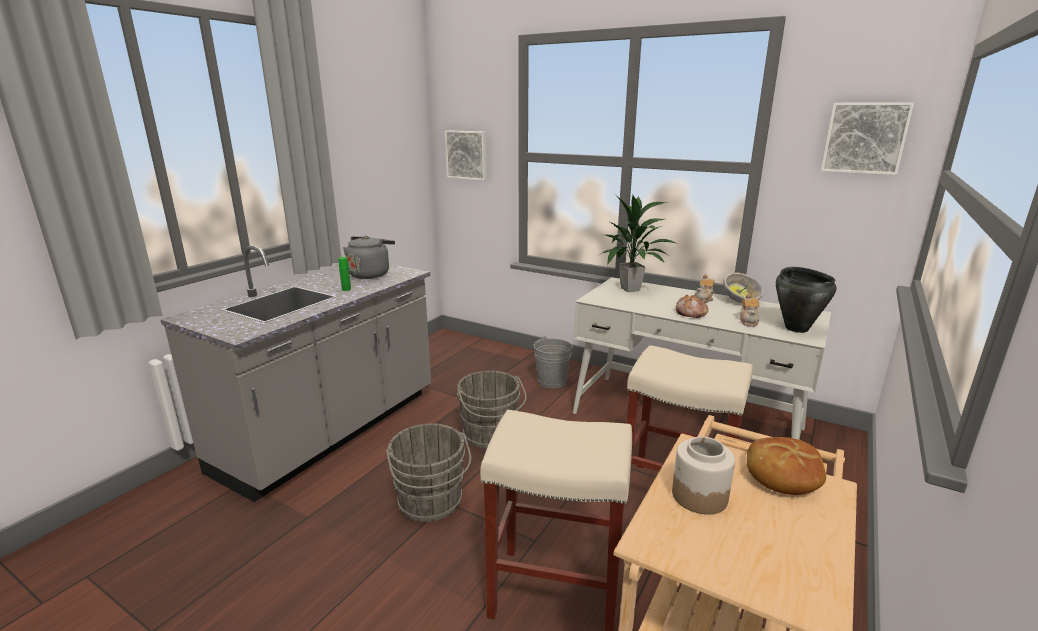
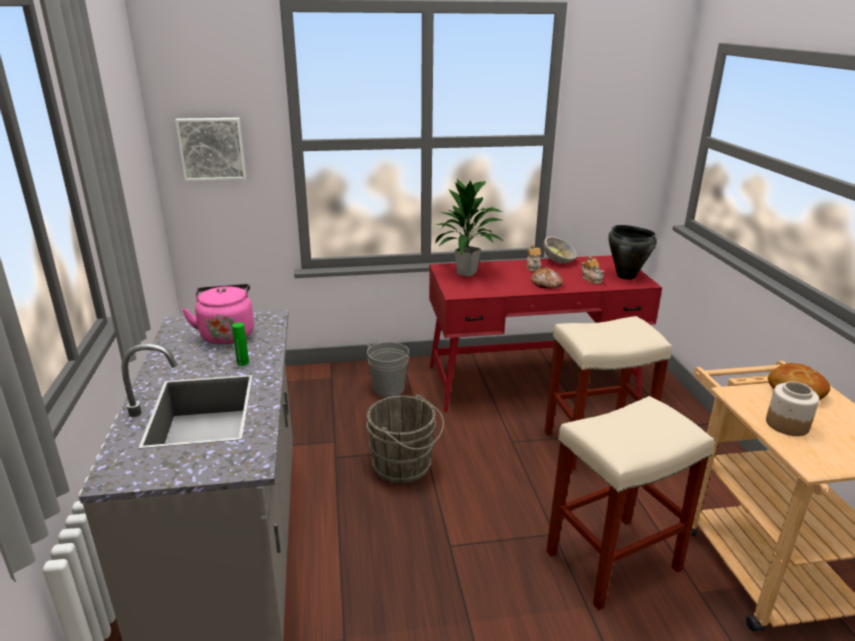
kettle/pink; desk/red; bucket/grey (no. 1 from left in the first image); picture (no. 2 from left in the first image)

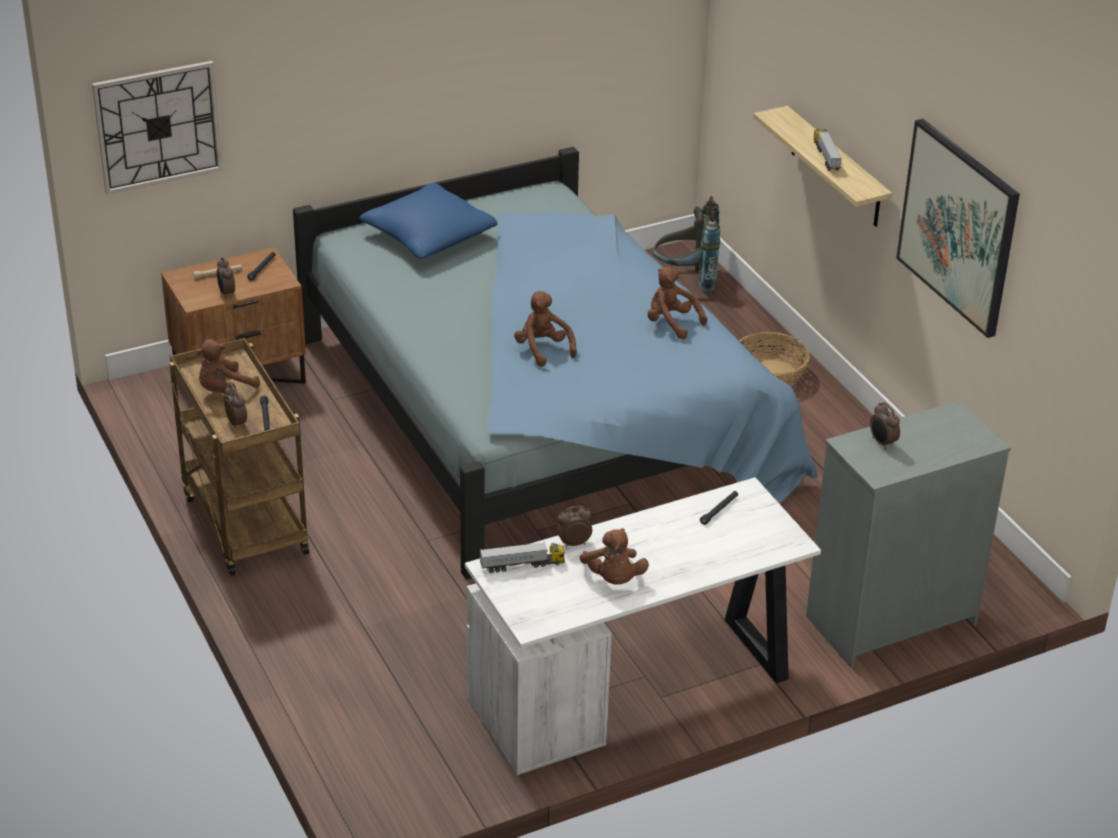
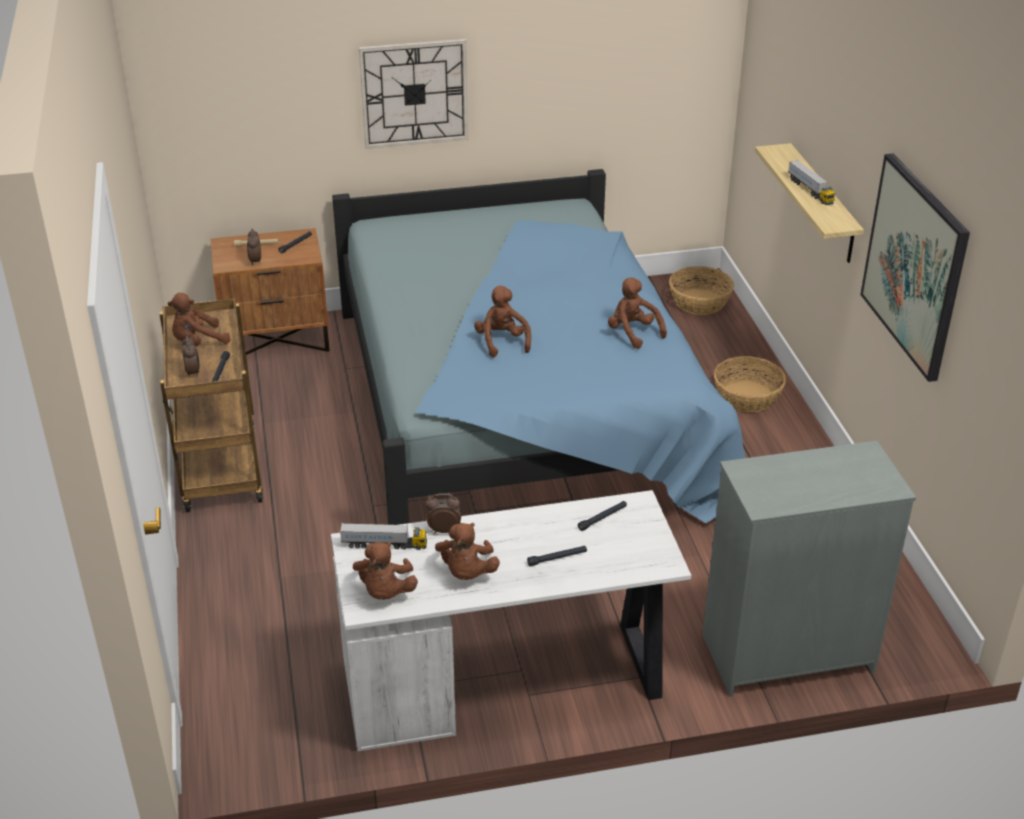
plush toy/brown (no. 2 from left); wall clock; flashlight/black (no. 3 from left); basket (no. 1 from left); toy truck (no. 2 from left); pillow/blue; alarm clock (no. 4 from left in the first image)

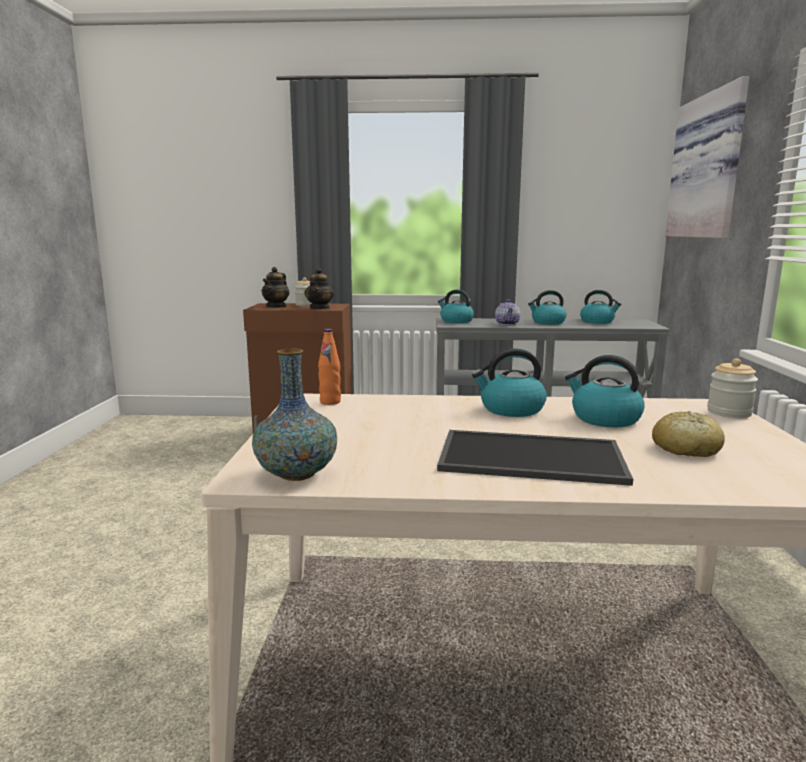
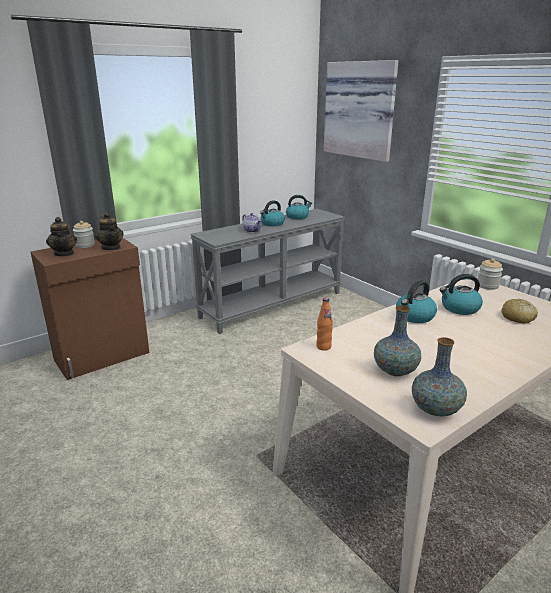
vase (no. 1 from left); tray; kettle (no. 1 from left in the first image)

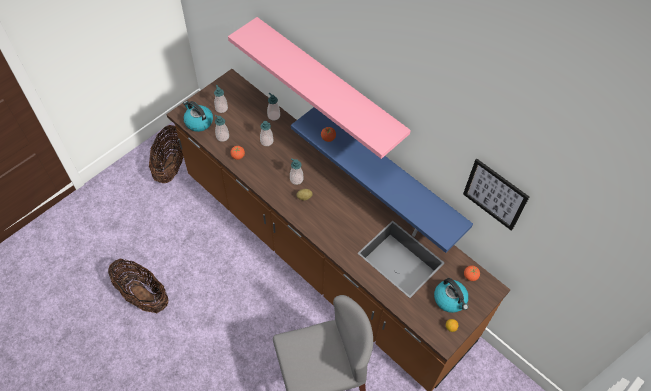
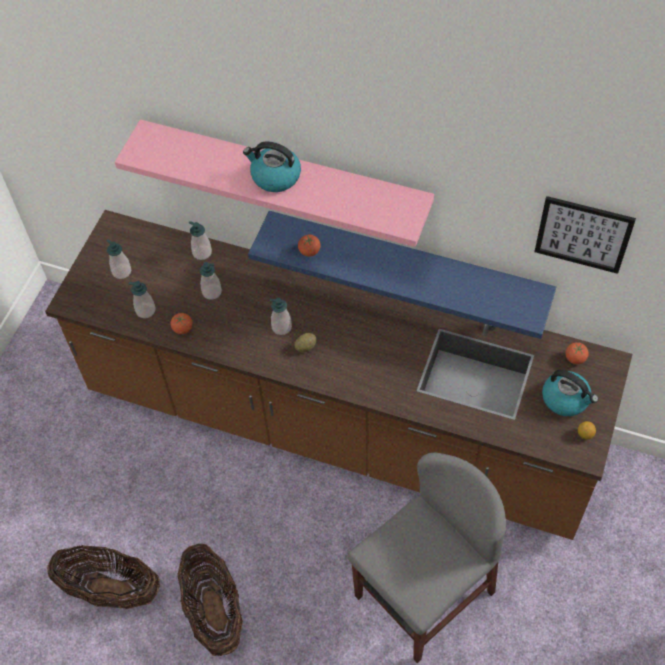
basket (no. 2 from left); kettle (no. 1 from left)

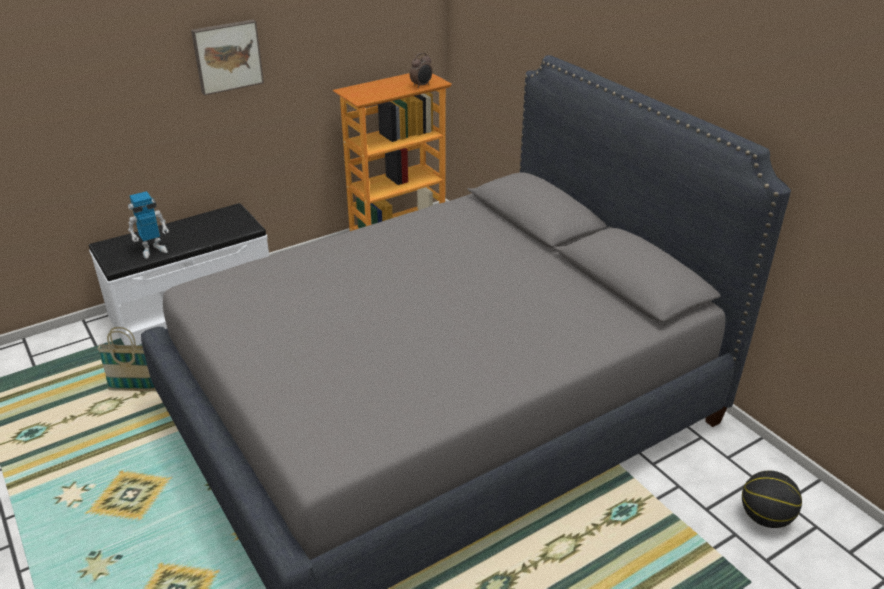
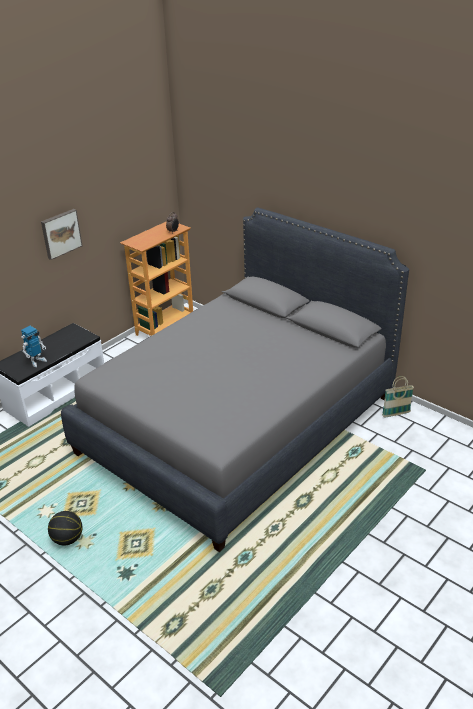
basketball; basket

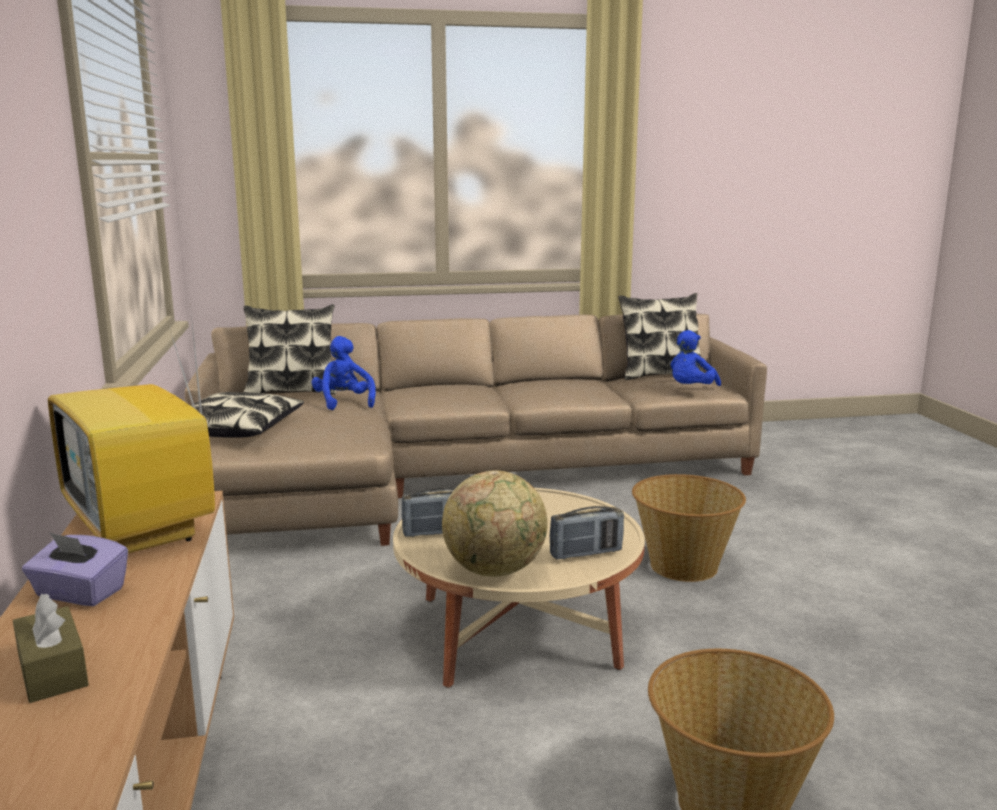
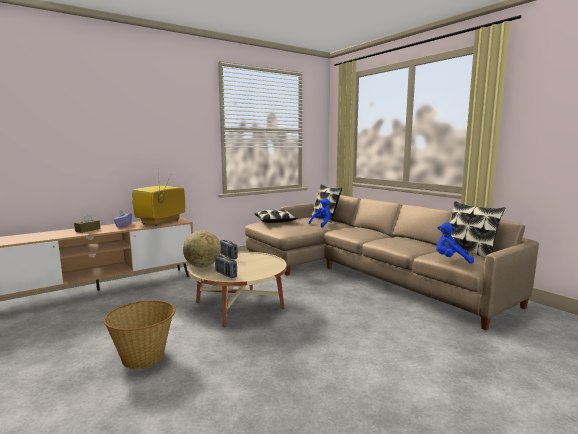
basket (no. 1 from left in the first image)

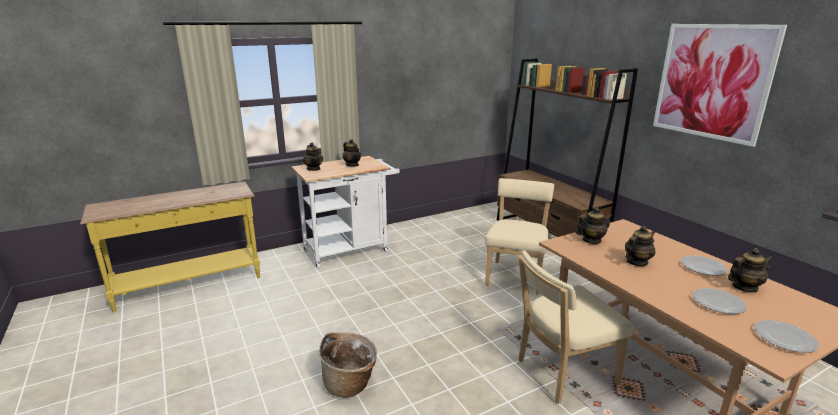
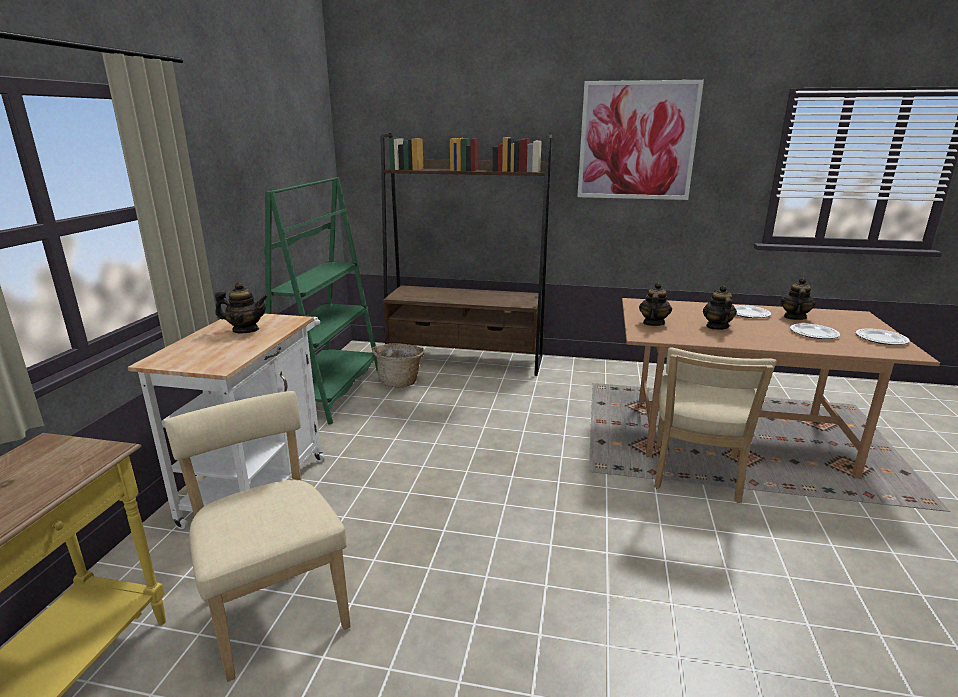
chair/beige (no. 1 from left); bookcase/green; basket; teapot (no. 1 from left in the first image)

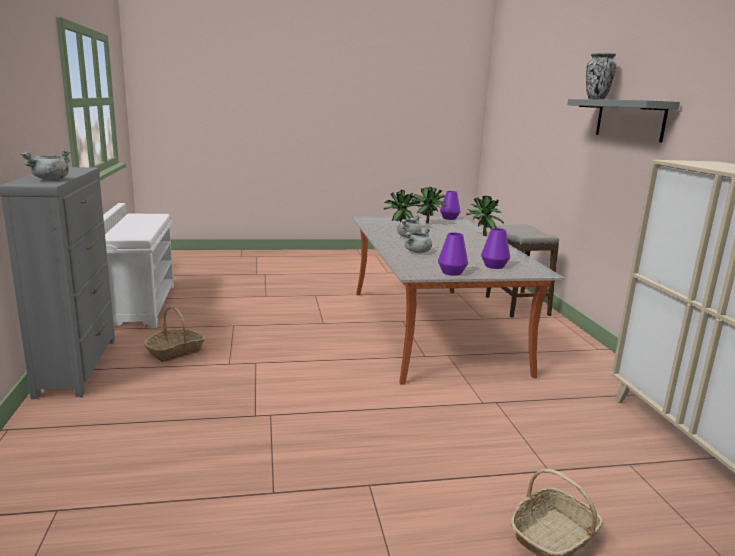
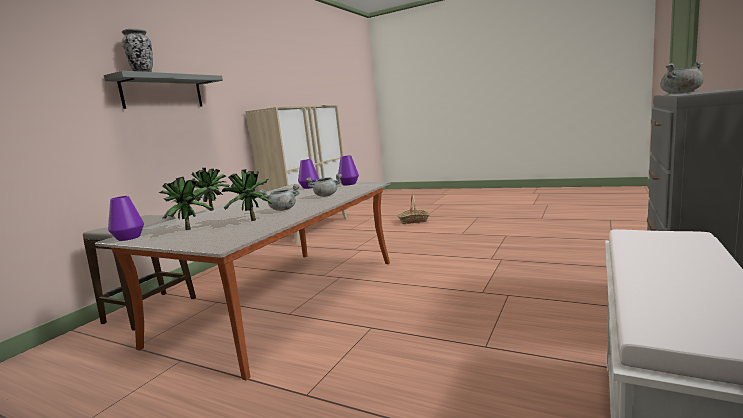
basket (no. 1 from left in the first image)

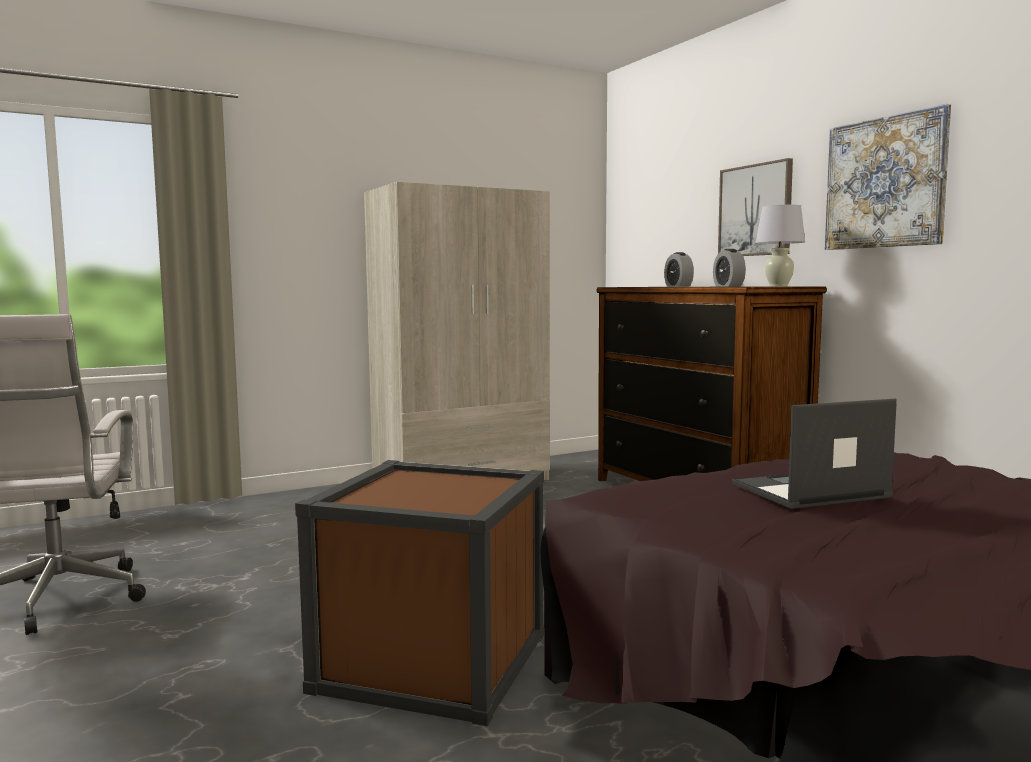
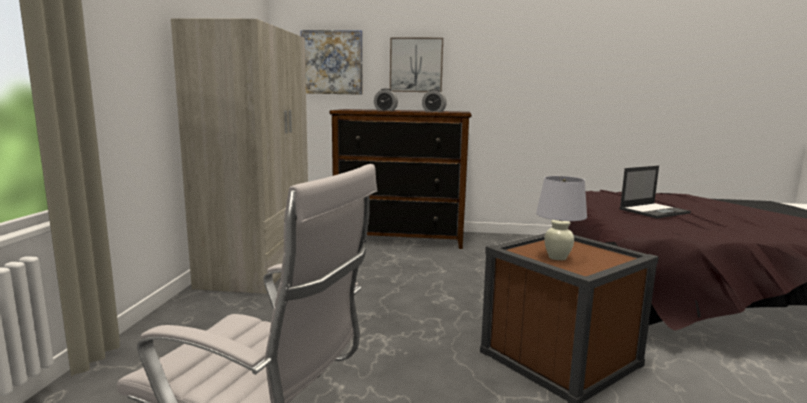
picture (no. 1 from left); table lamp/white; laptop

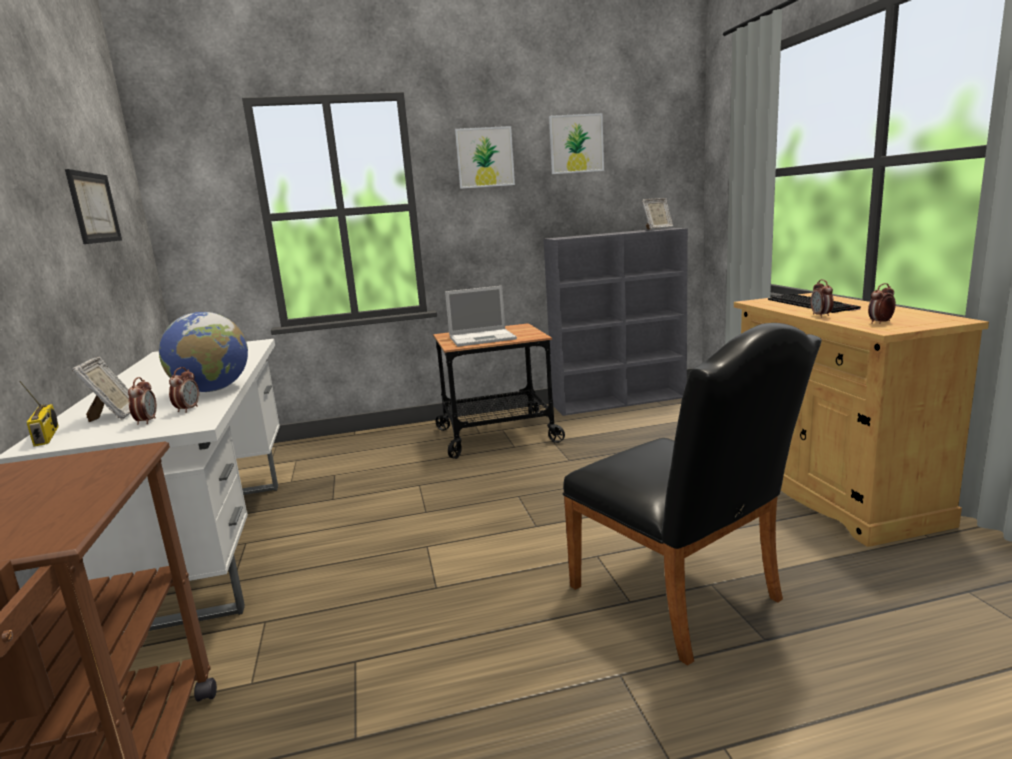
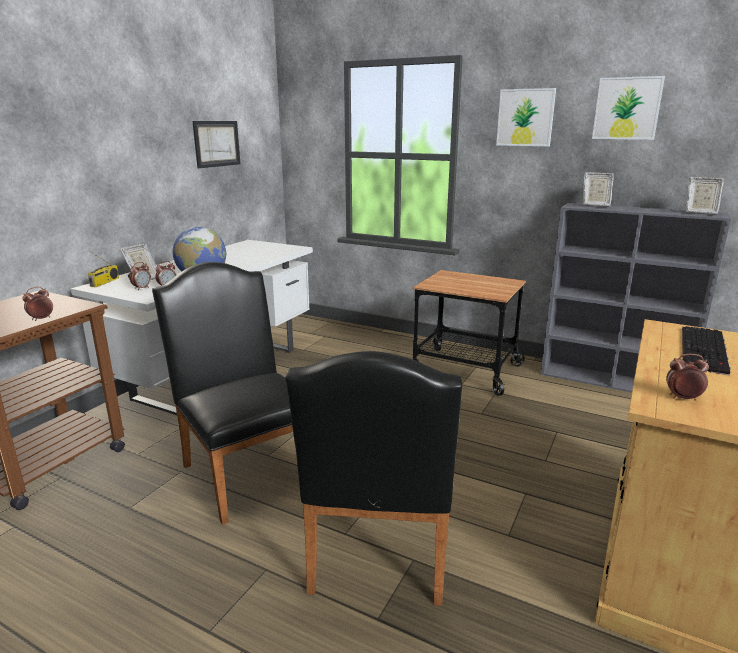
alarm clock (no. 1 from left); chair/black (no. 1 from left); picture frame (no. 2 from left); laptop

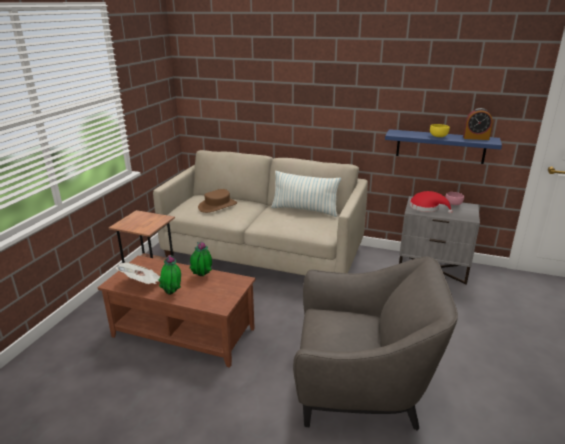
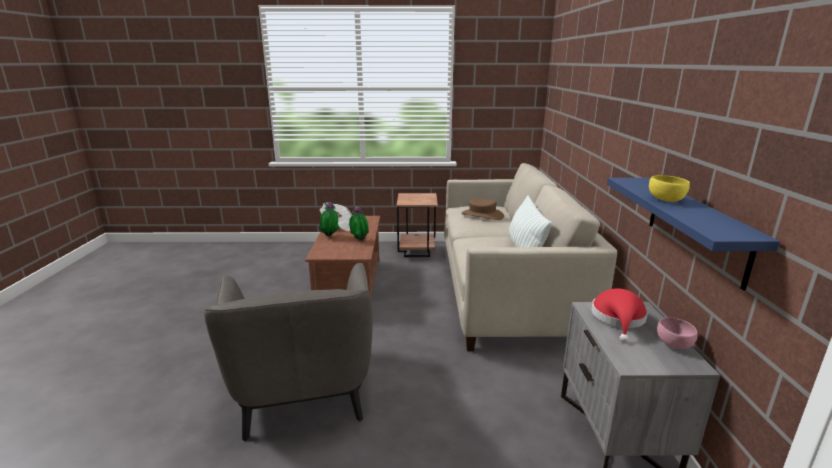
alarm clock

